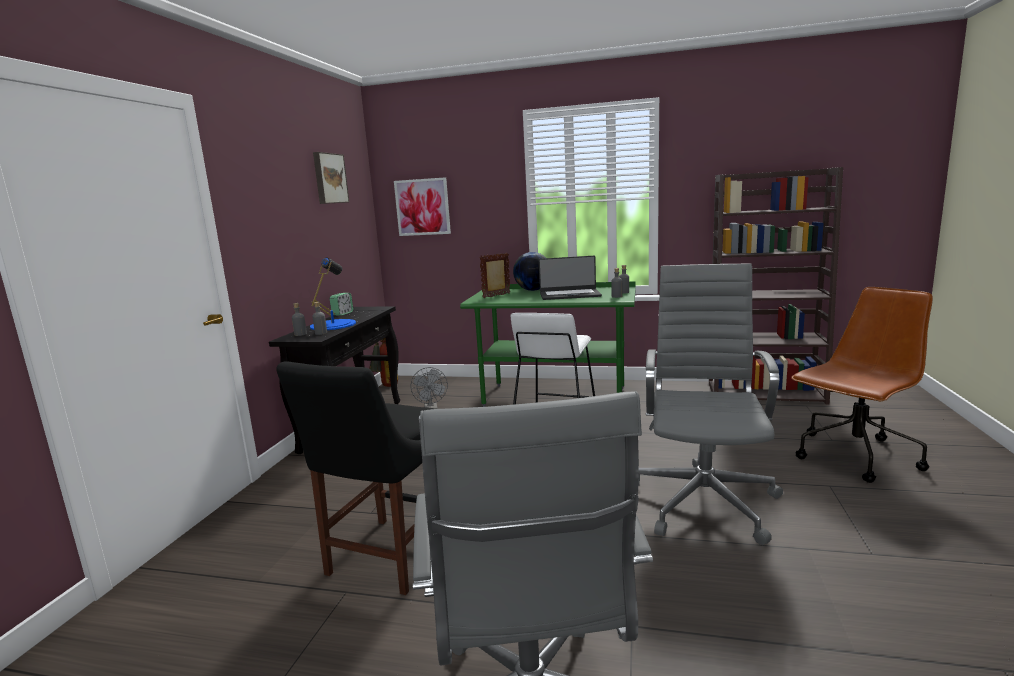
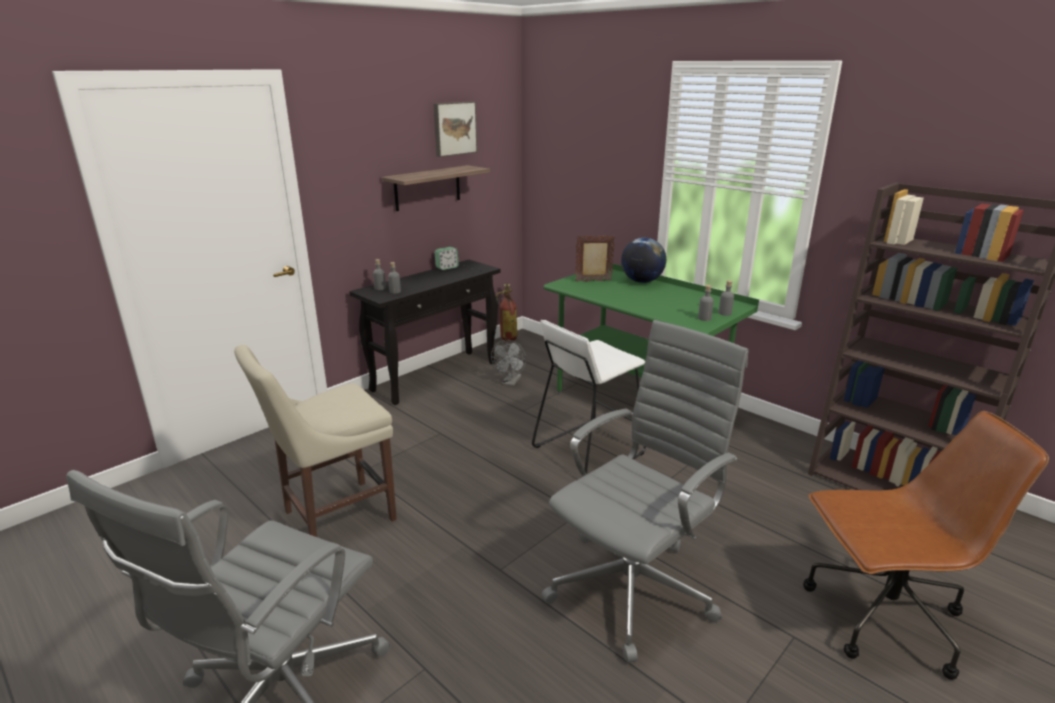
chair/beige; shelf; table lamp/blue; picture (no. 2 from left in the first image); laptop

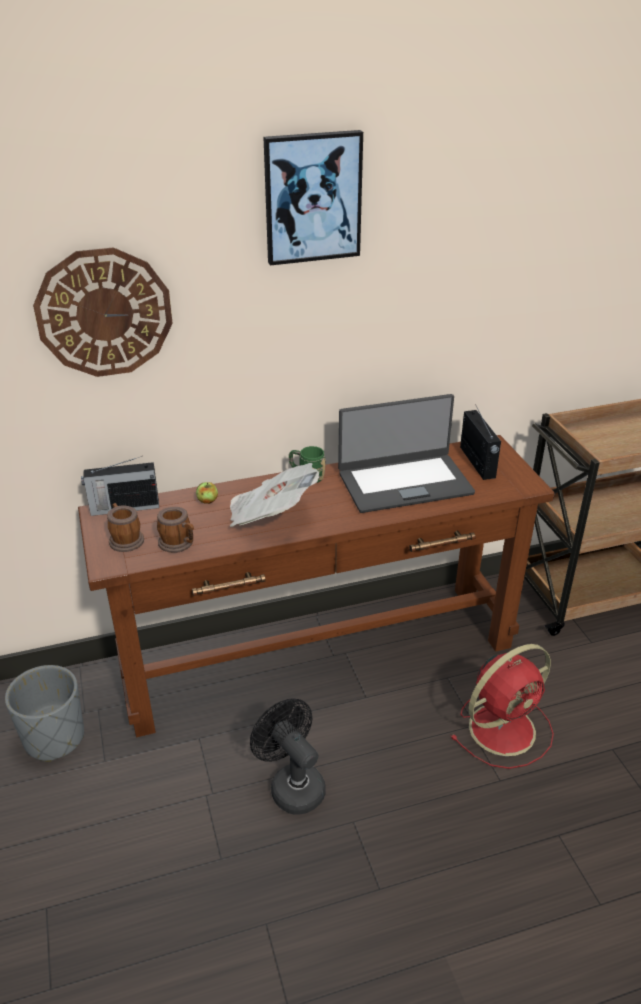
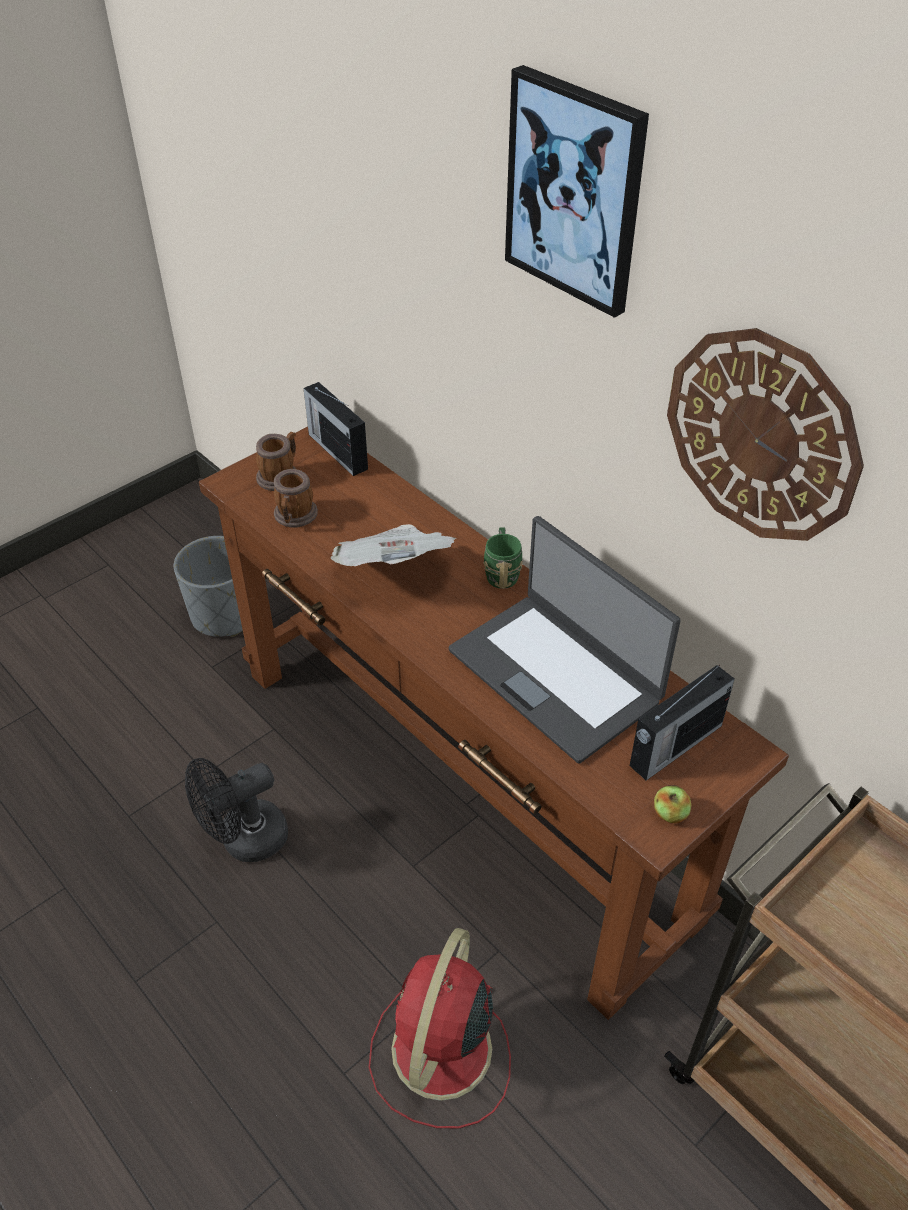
fan/black; fan/red; apple; wall clock

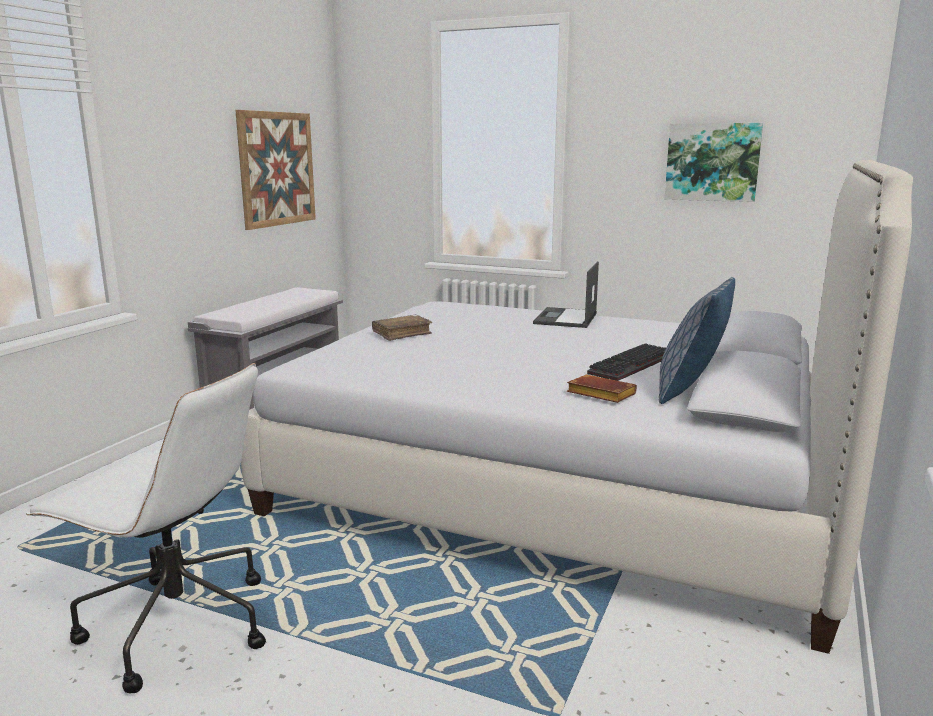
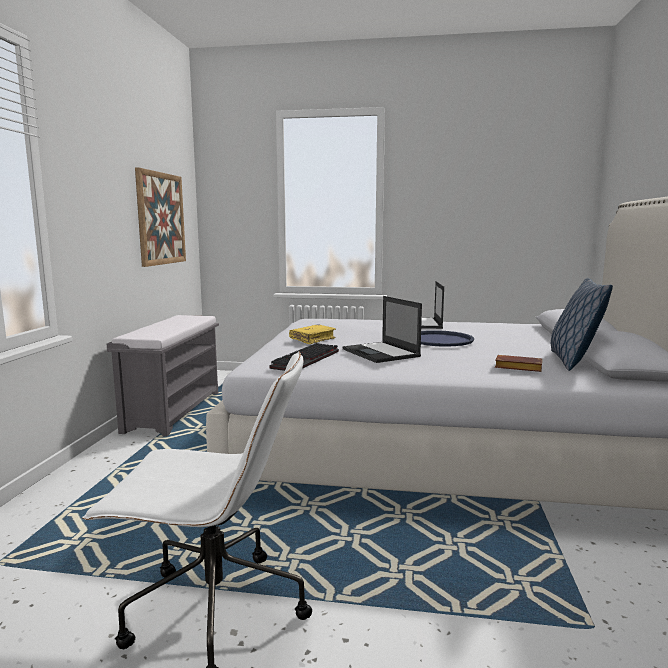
keyboard; book/yellow; laptop (no. 1 from left); tray/blue; picture (no. 2 from left in the first image)

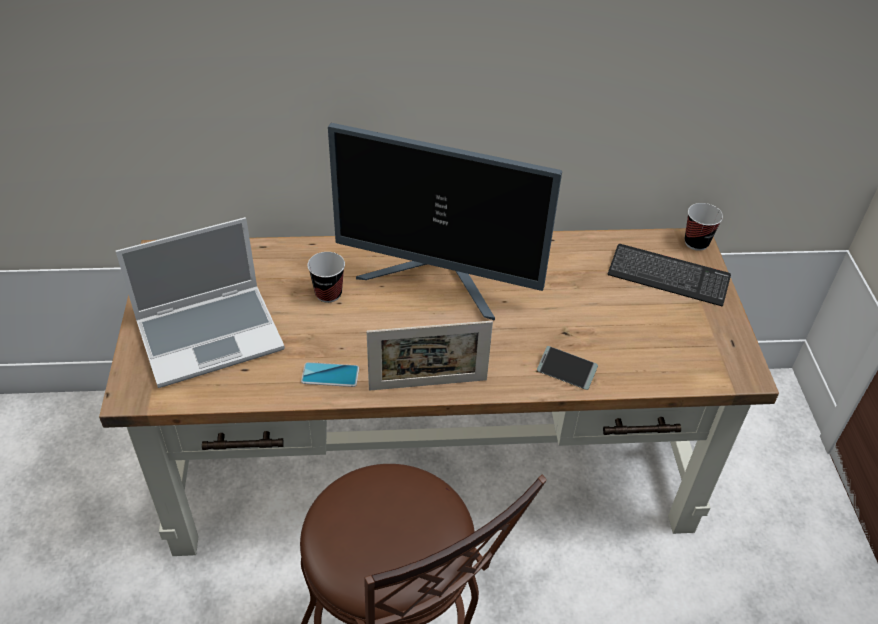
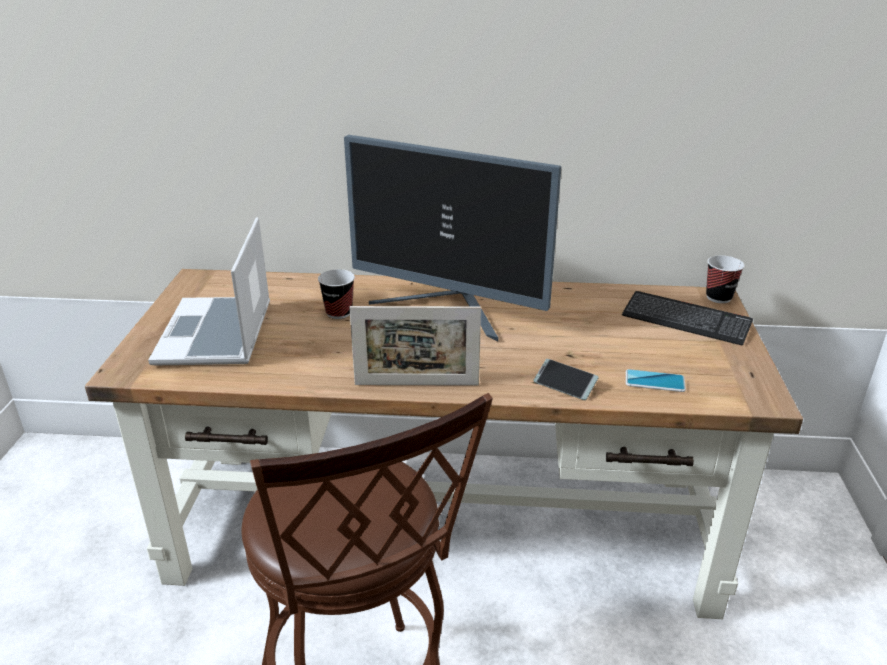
laptop; phone (no. 2 from left)

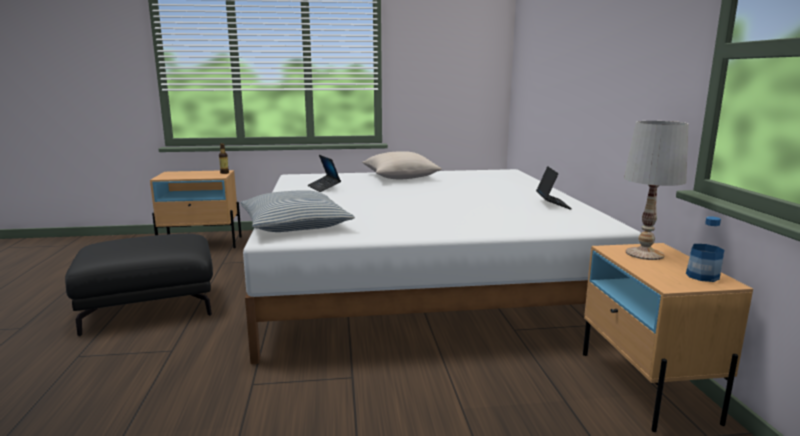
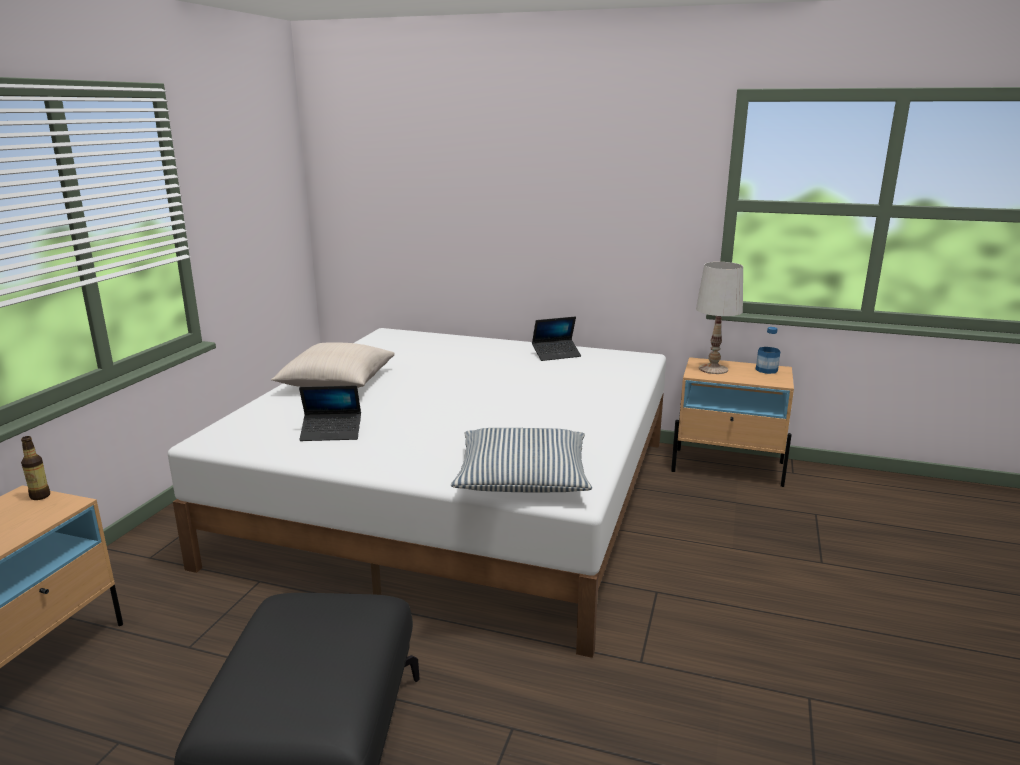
laptop (no. 2 from left)

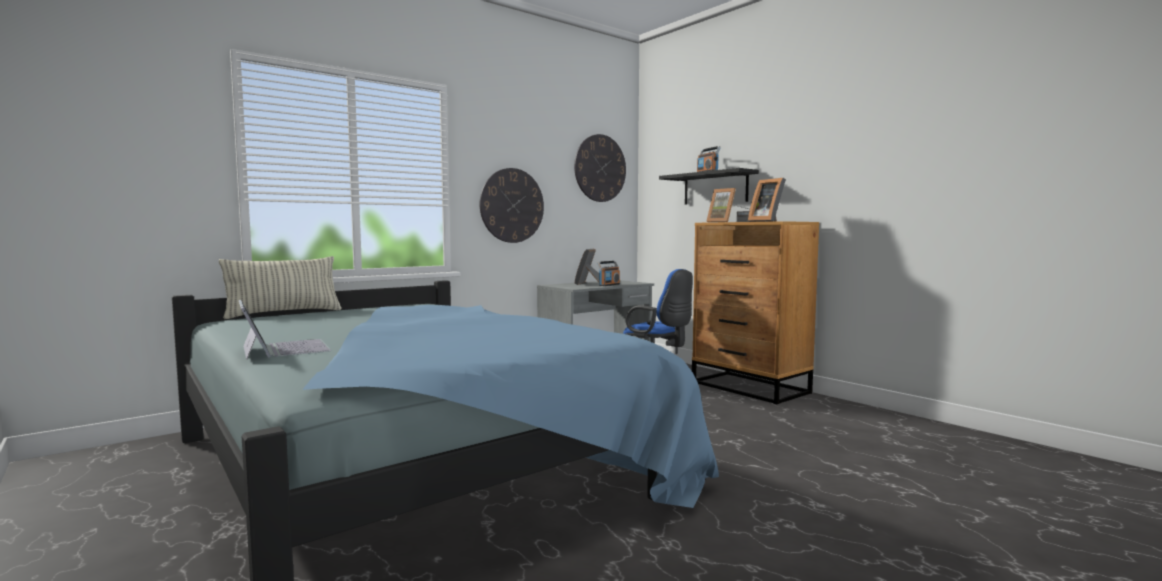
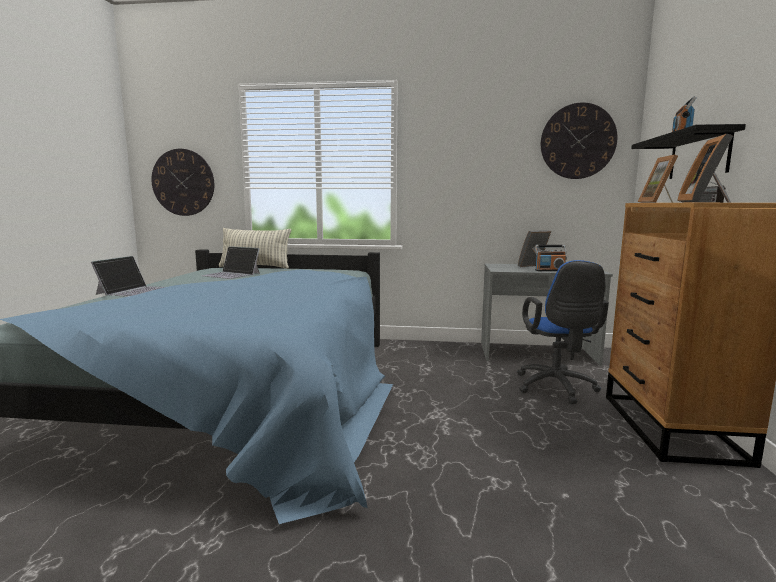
wall clock (no. 1 from left); laptop (no. 2 from left)

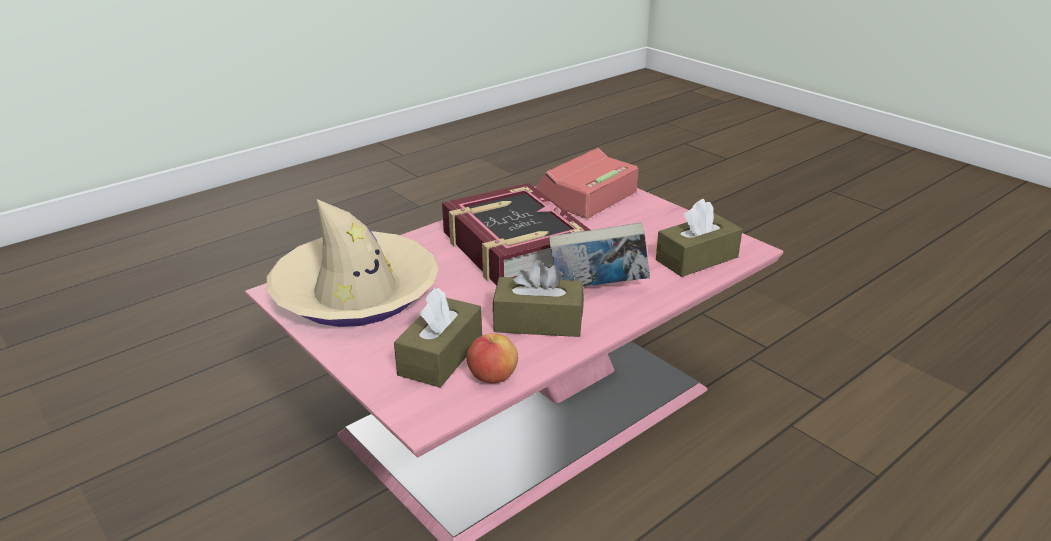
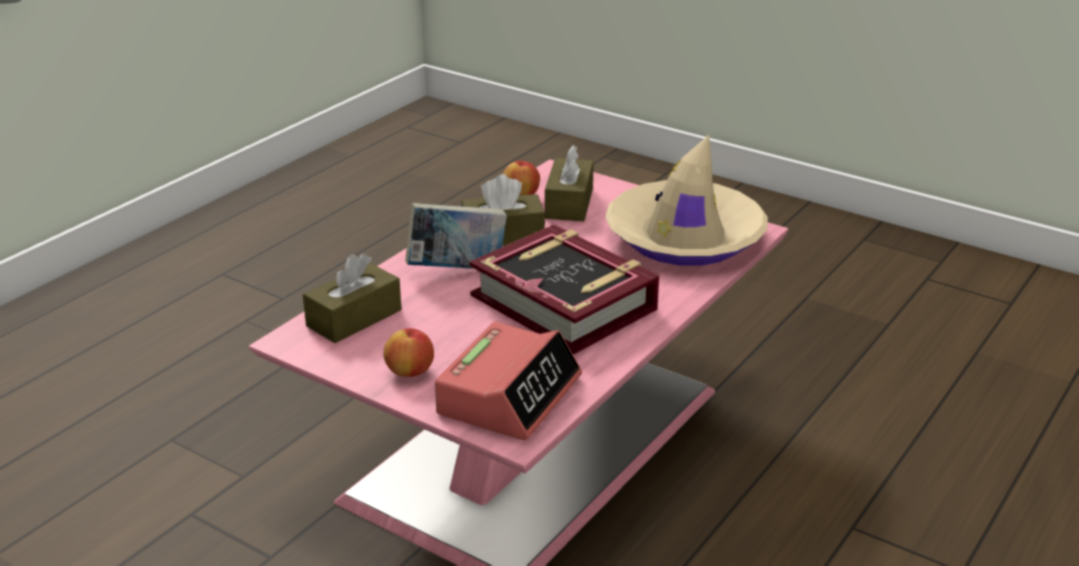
apple (no. 1 from left)

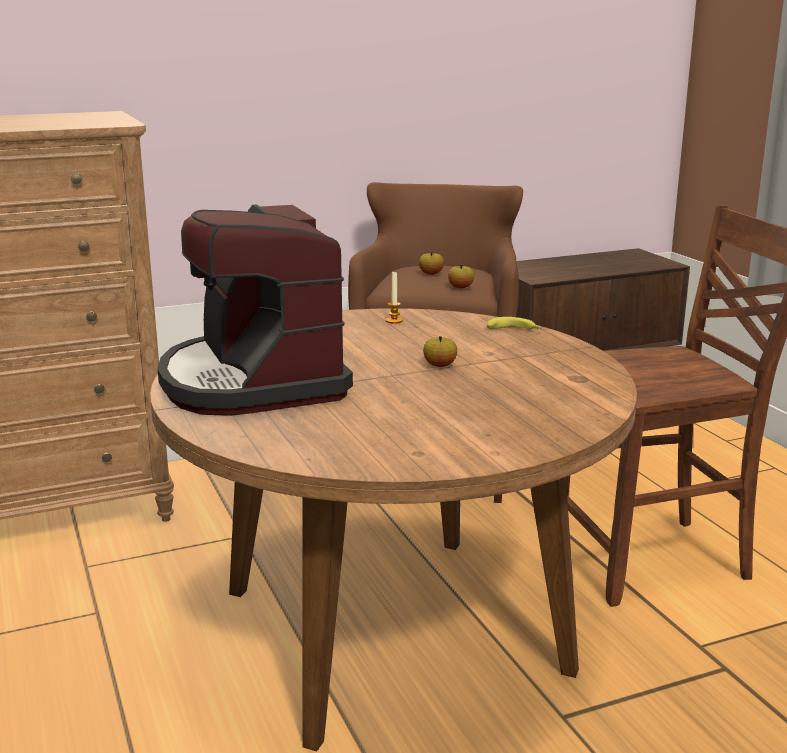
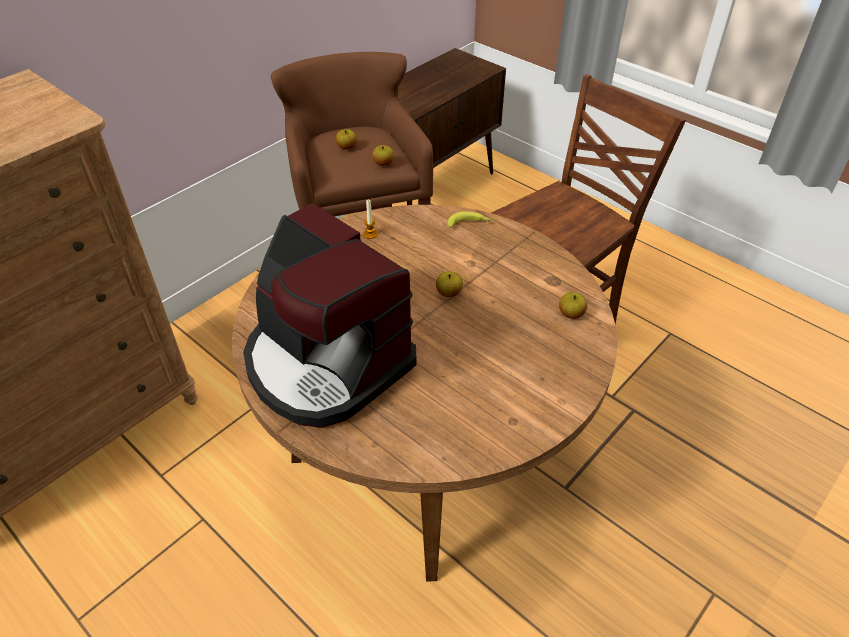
apple (no. 4 from left)

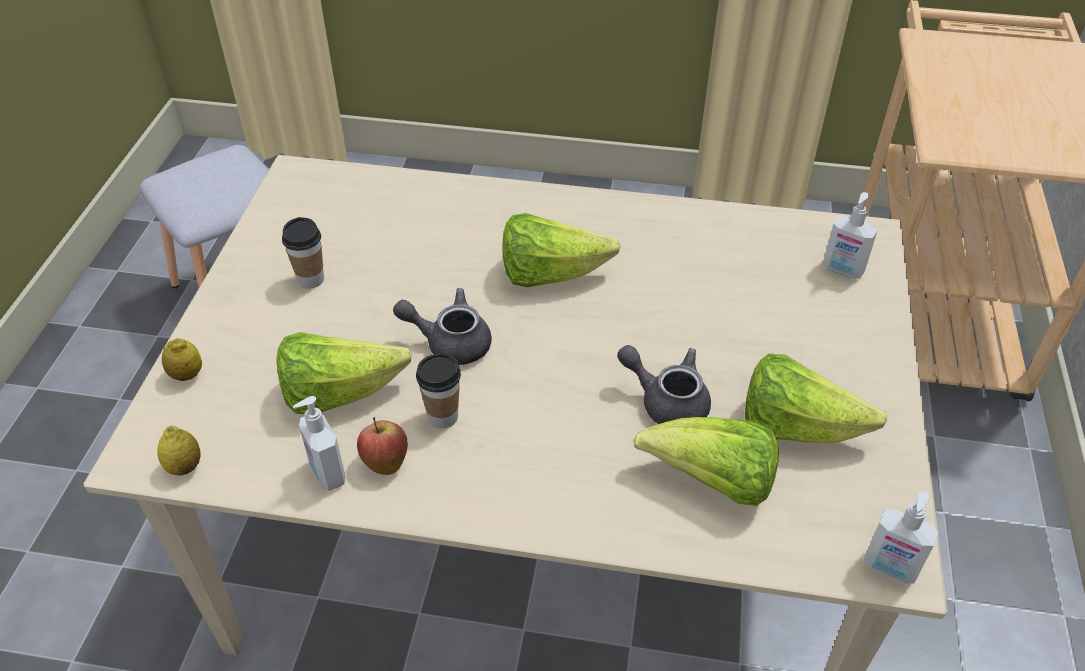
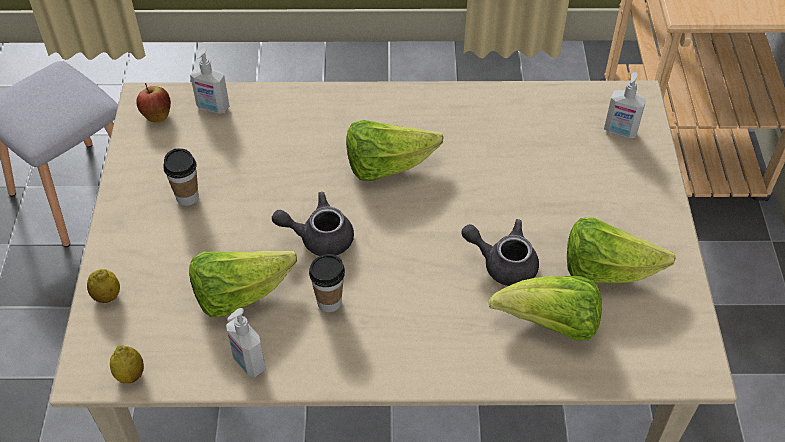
apple; soap dispenser (no. 1 from left)

